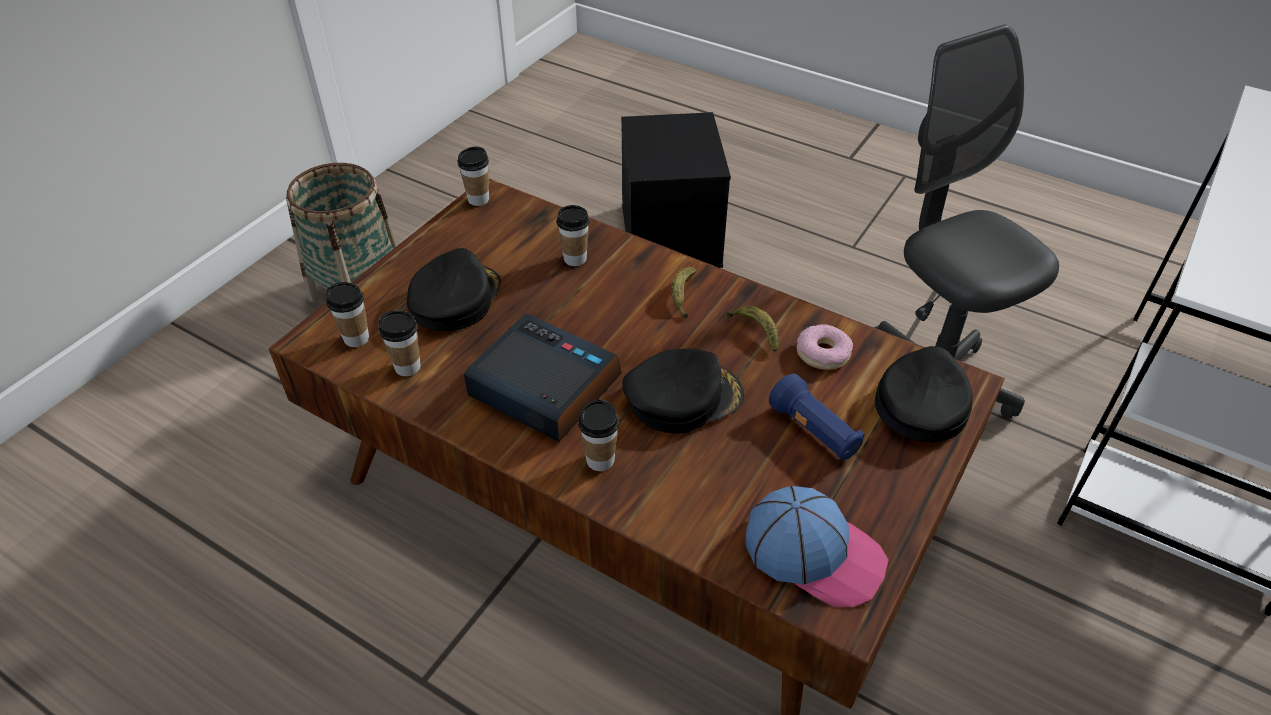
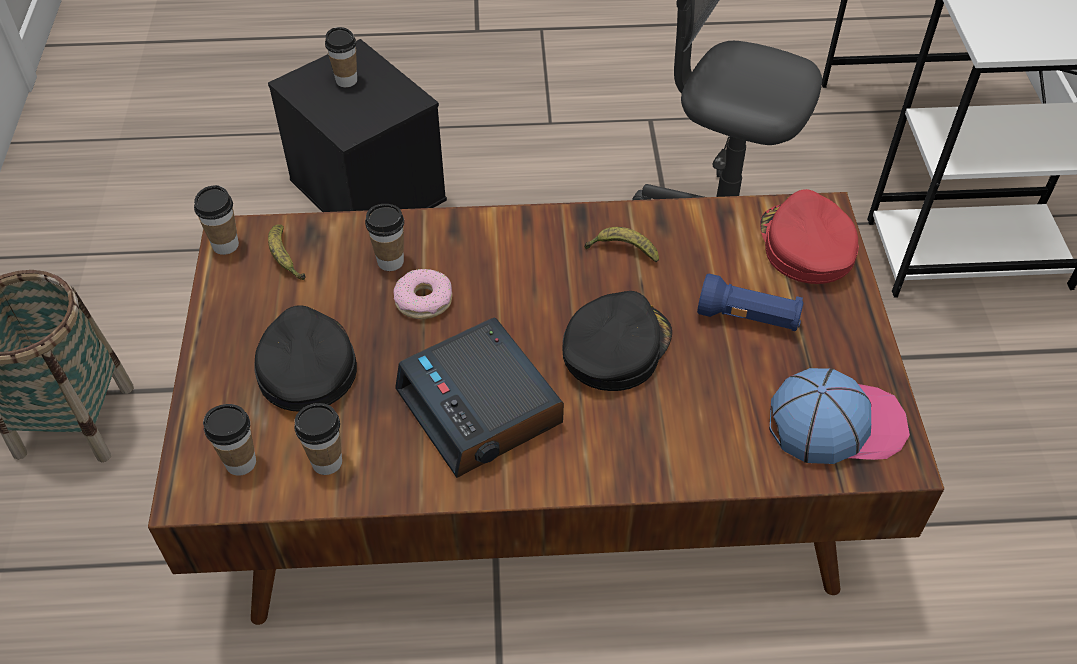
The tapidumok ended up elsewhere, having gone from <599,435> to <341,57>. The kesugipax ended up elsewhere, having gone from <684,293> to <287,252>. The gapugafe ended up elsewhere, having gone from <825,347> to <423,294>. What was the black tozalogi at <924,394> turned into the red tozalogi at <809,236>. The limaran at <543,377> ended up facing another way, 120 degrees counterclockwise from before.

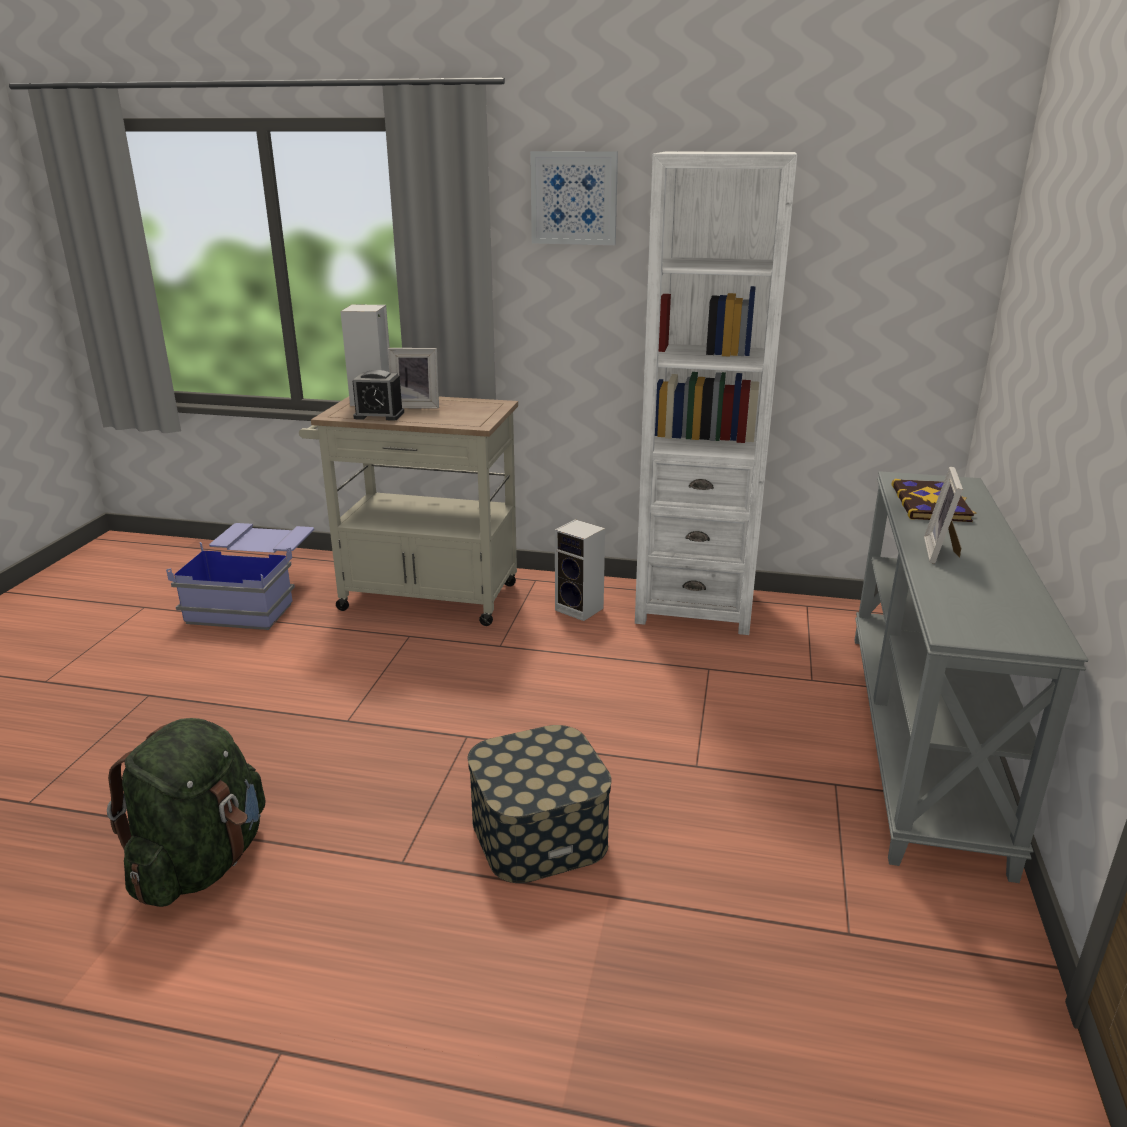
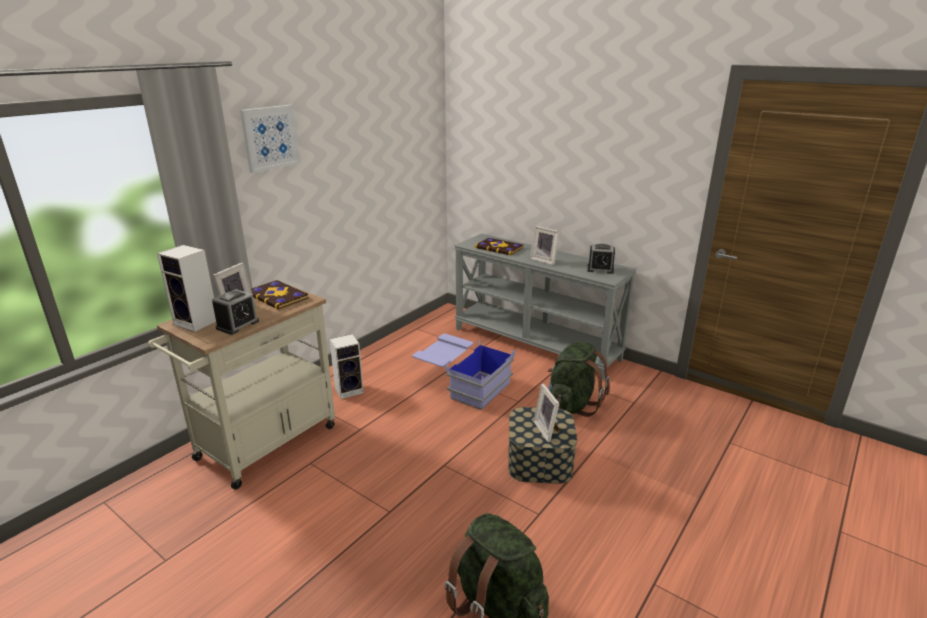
The second view lost the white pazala at <716,393>. The second view gained the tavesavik at <280,295>. The second view gained the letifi at <546,413>. The second view gained the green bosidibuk at <579,379>. The second view gained the limaran at <601,259>. The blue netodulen ended up elsewhere, having gone from <240,576> to <463,372>.

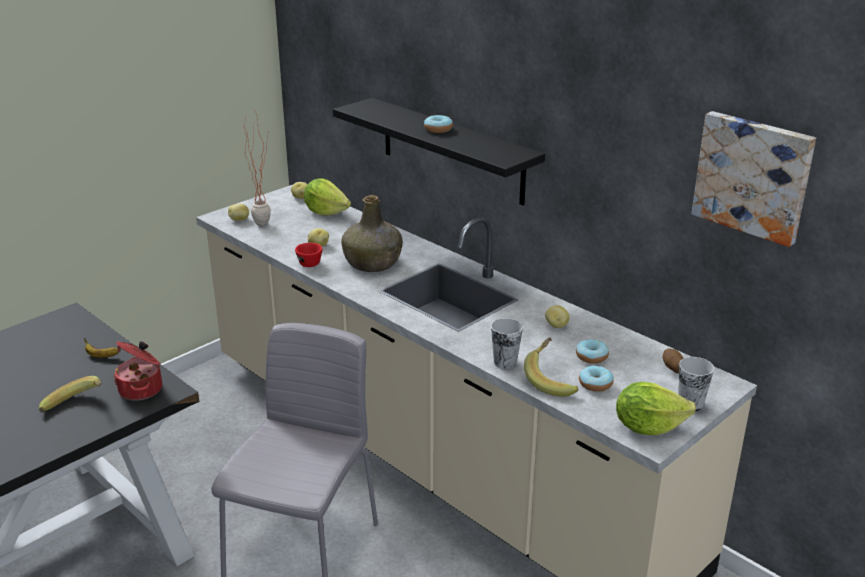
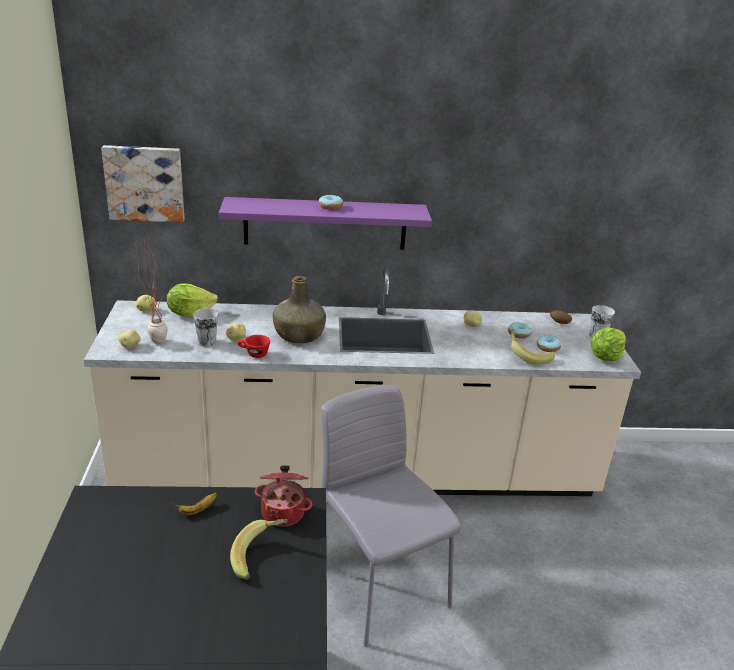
The tapidumok ended up elsewhere, having gone from <507,343> to <205,327>. The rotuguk ended up elsewhere, having gone from <754,179> to <142,183>. What was the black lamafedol at <439,151> turned into the purple lamafedol at <325,223>.

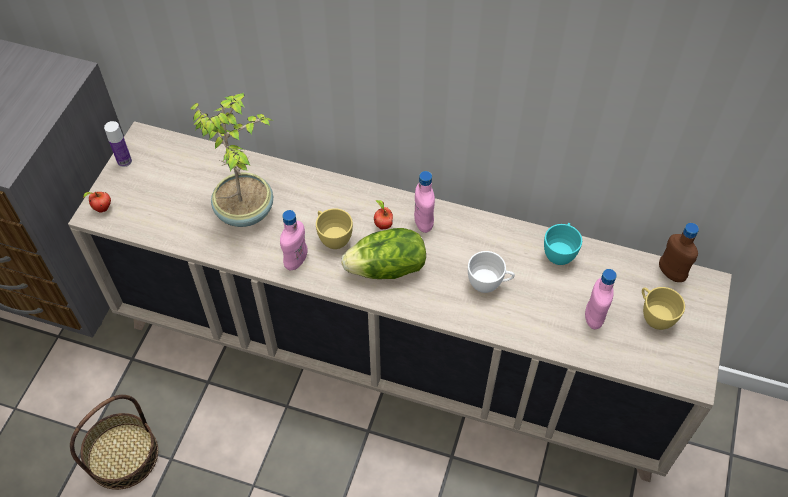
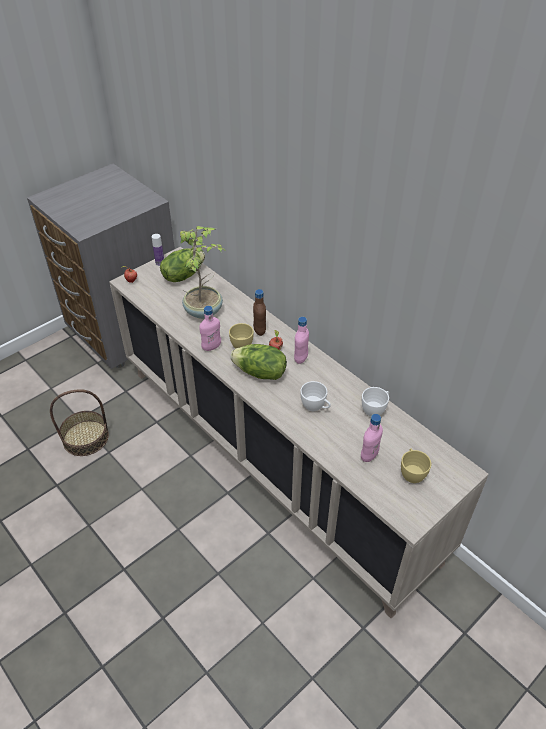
The second view gained the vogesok at <182,265>. The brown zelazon ended up elsewhere, having gone from <679,252> to <259,312>. What was the turquoise tapidumok at <563,244> turned into the white tapidumok at <375,402>.

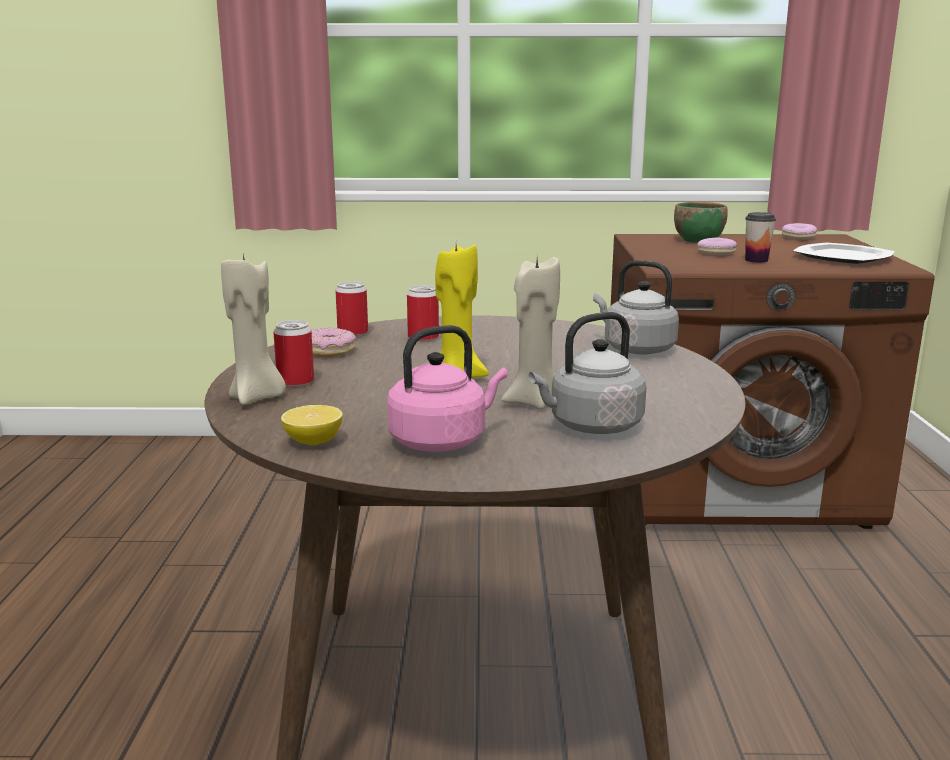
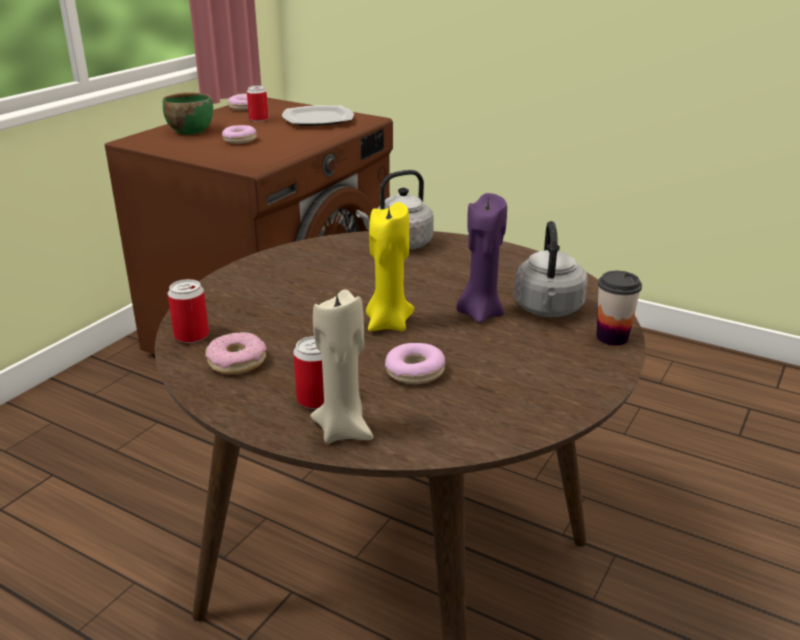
The second view lost the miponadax at <312,425>. The second view lost the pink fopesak at <447,388>. The second view gained the gapugafe at <415,363>. The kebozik ended up elsewhere, having gone from <423,313> to <258,104>. The tapidumok ended up elsewhere, having gone from <760,237> to <619,308>. What was the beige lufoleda at <530,333> turned into the purple lufoleda at <481,258>.

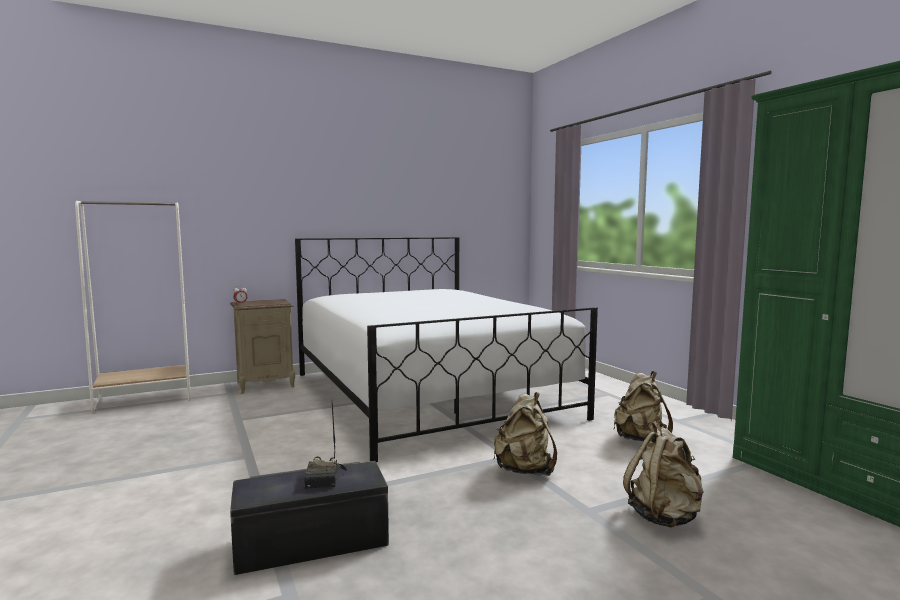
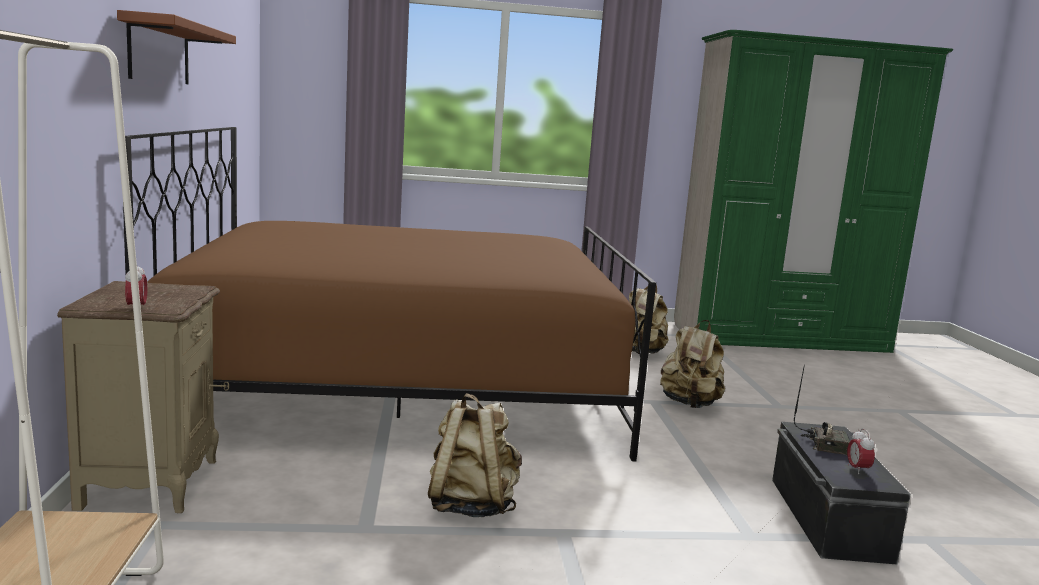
The second view gained the brown lamafedol at <176,47>. The second view gained the limaran at <861,451>. The beige bosidibuk ended up elsewhere, having gone from <663,474> to <475,455>. What was the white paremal at <446,349> turned into the brown paremal at <389,294>.

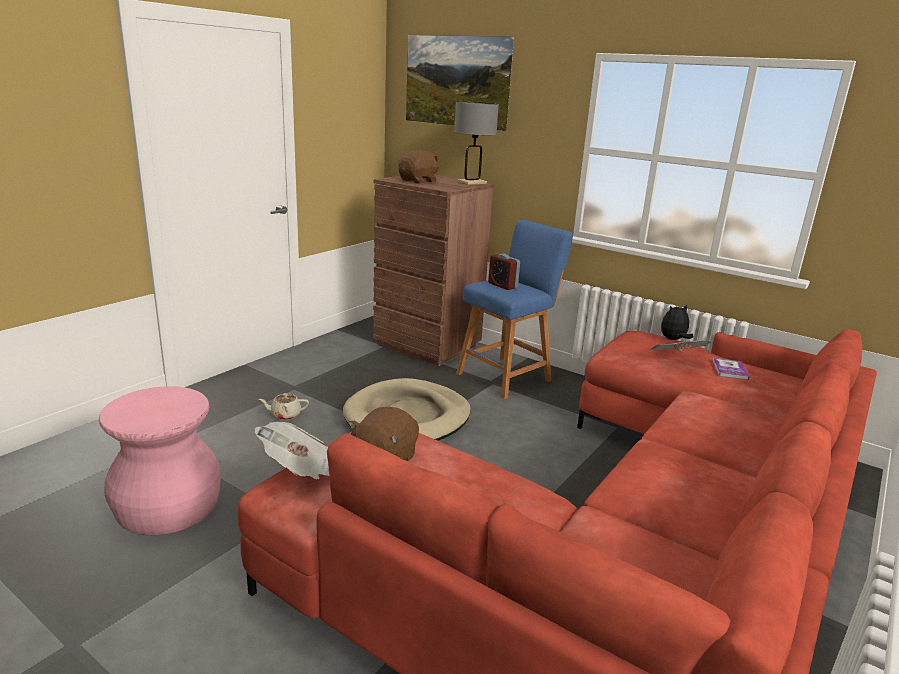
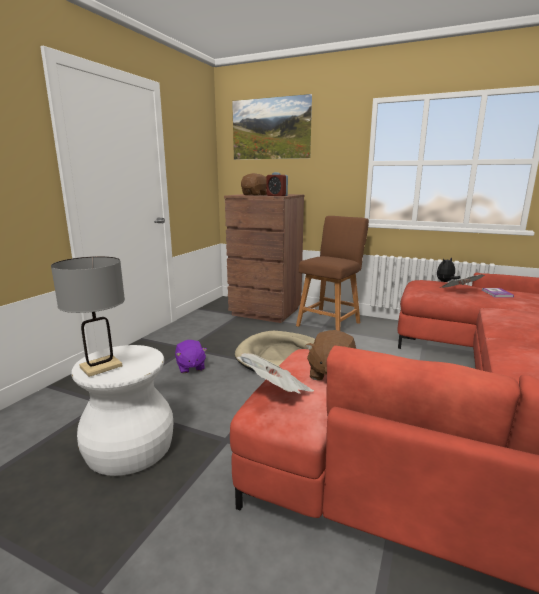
The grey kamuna ended up elsewhere, having gone from <476,143> to <88,316>. The limaran ended up elsewhere, having gone from <504,272> to <277,184>. Where the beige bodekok stood at <284,406>, the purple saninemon came to stand at <191,356>. What was the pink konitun at <160,460> turned into the white konitun at <122,410>. What was the blue konitun at <514,309> turned into the brown konitun at <332,273>.

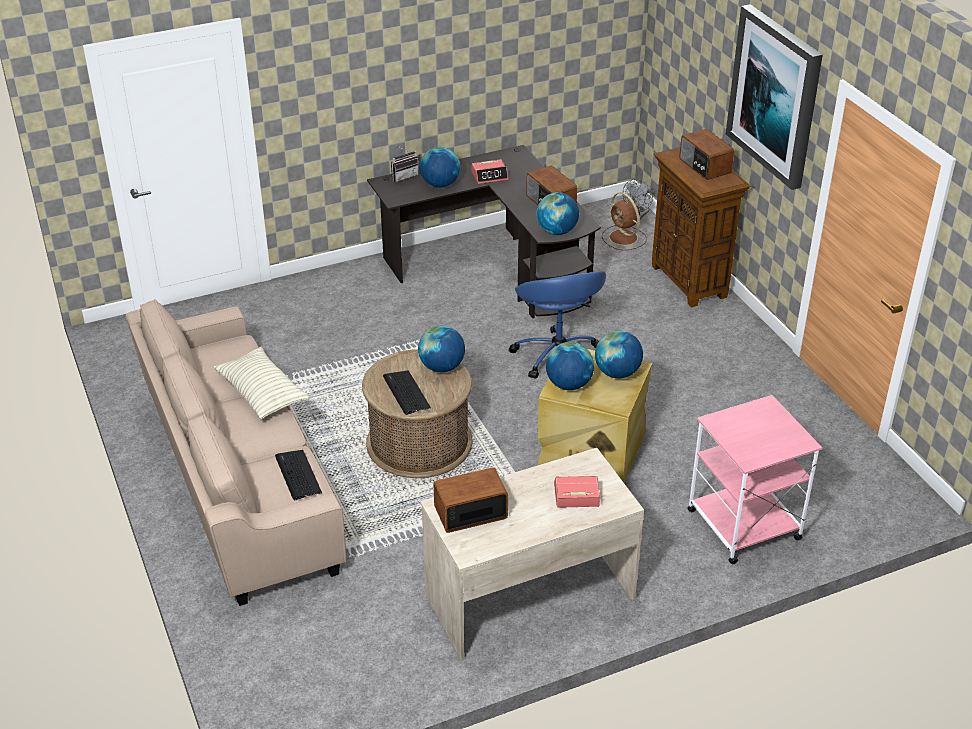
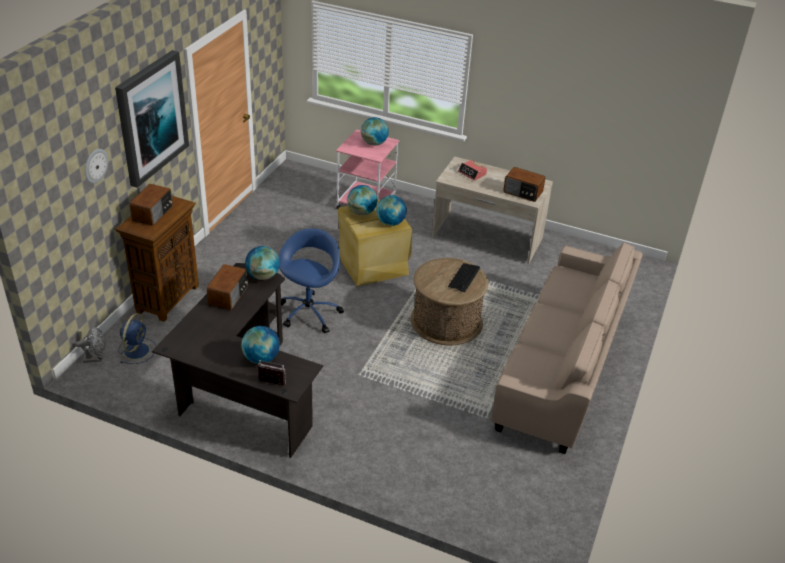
The second view lost the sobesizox at <261,383>. The second view lost the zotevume at <298,475>. The second view lost the limaran at <490,171>. The second view gained the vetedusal at <96,166>. The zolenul ended up elsewhere, having gone from <441,348> to <375,131>. What was the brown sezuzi at <624,221> turned into the blue sezuzi at <137,338>.

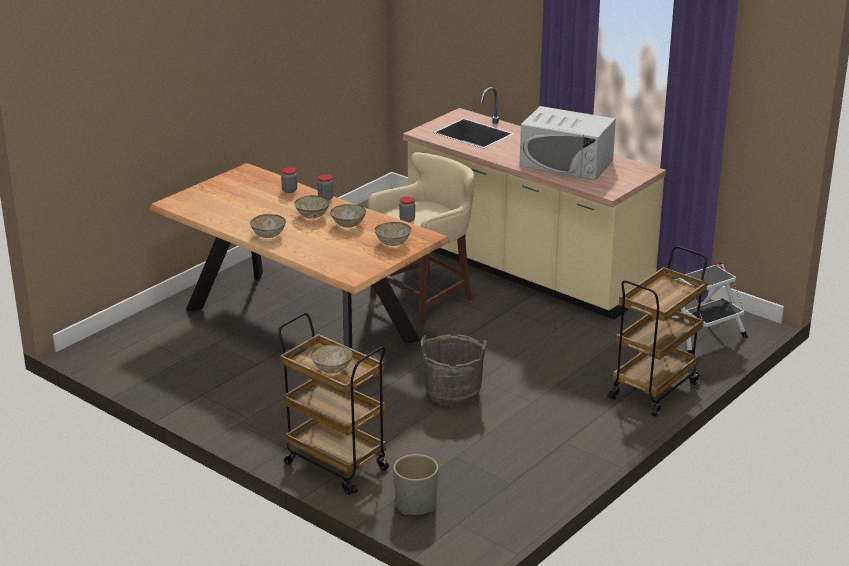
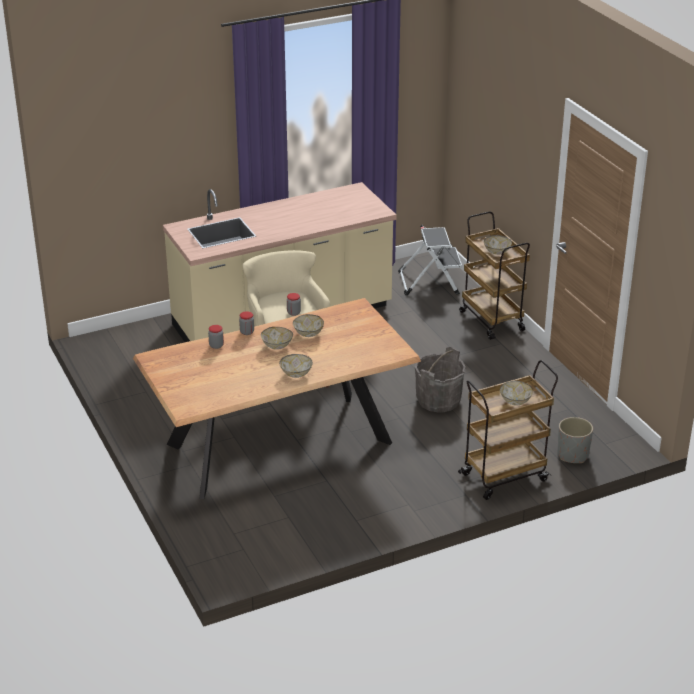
The second view lost the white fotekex at <567,143>. The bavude ended up elsewhere, having gone from <393,234> to <498,245>.

